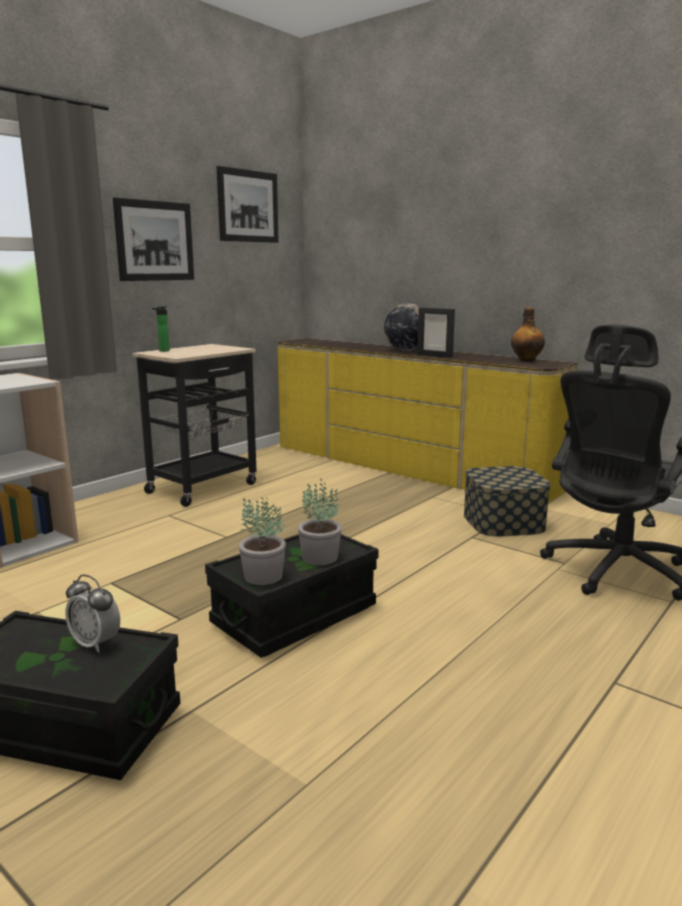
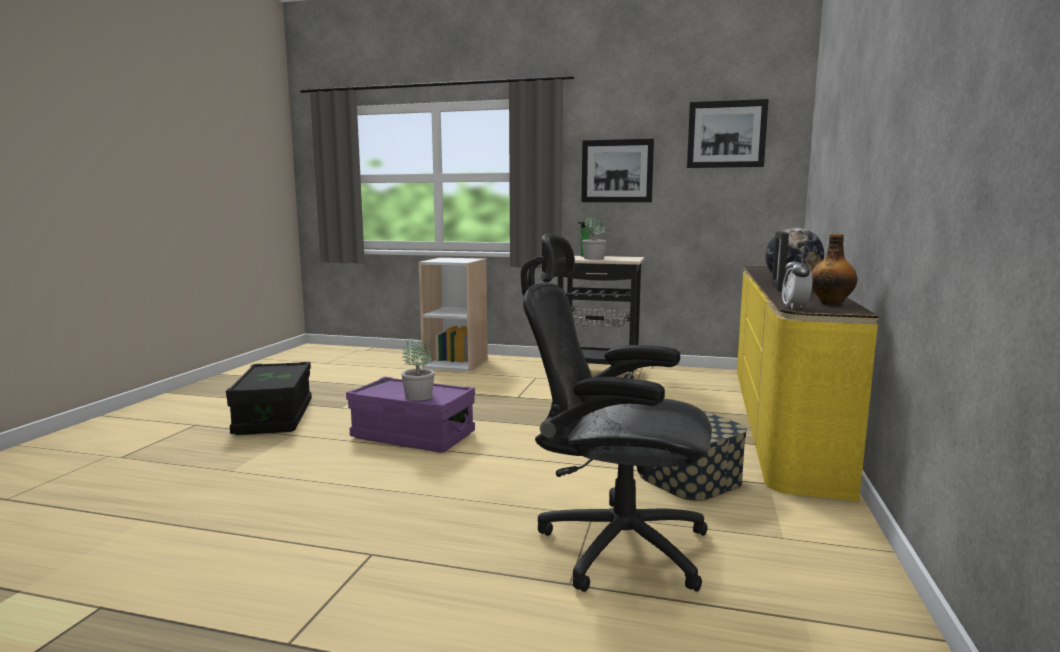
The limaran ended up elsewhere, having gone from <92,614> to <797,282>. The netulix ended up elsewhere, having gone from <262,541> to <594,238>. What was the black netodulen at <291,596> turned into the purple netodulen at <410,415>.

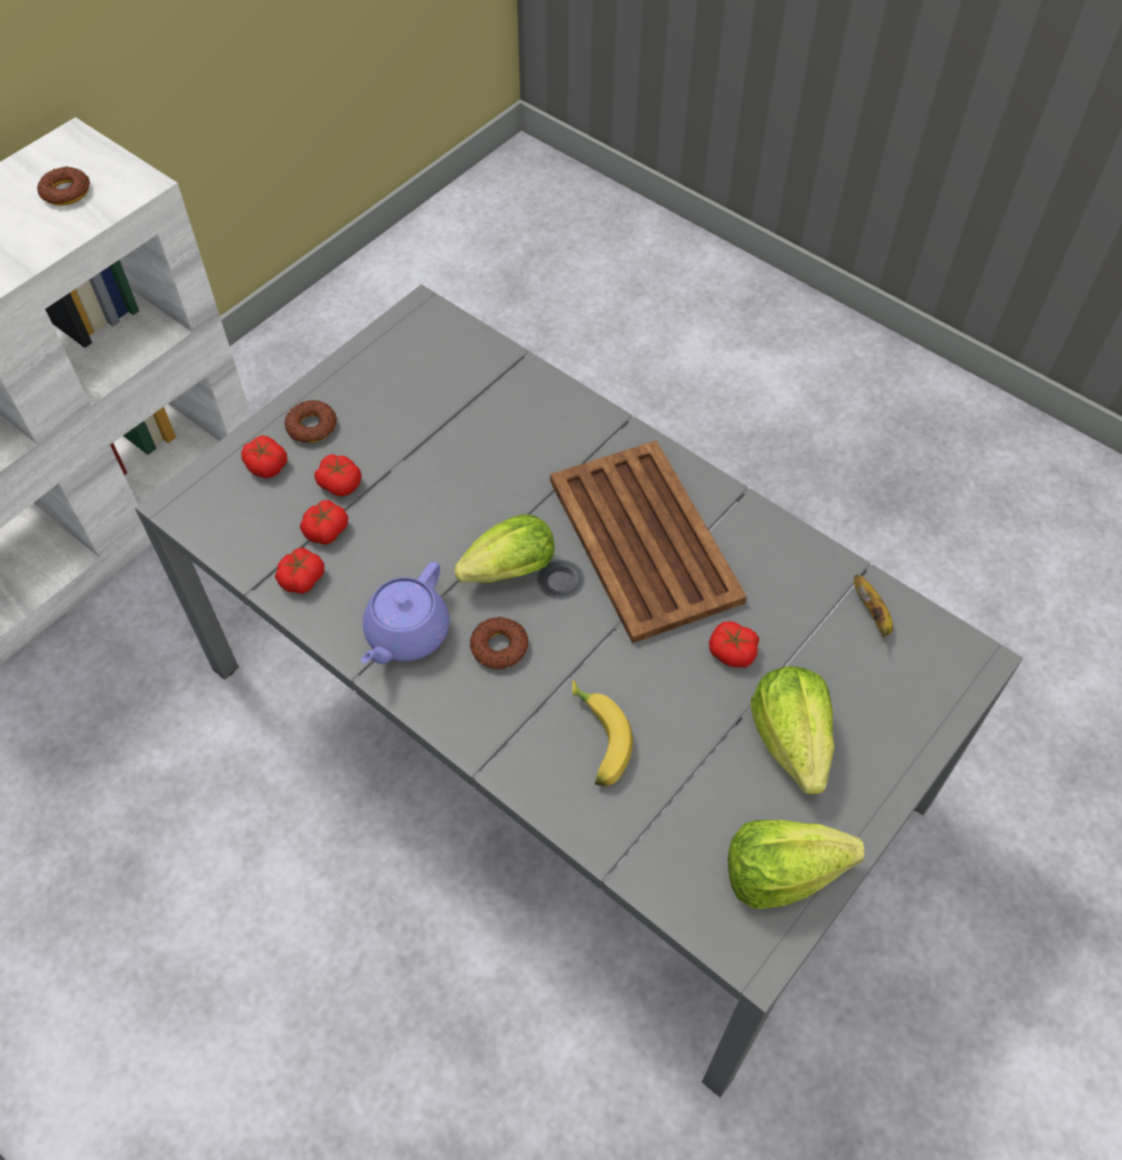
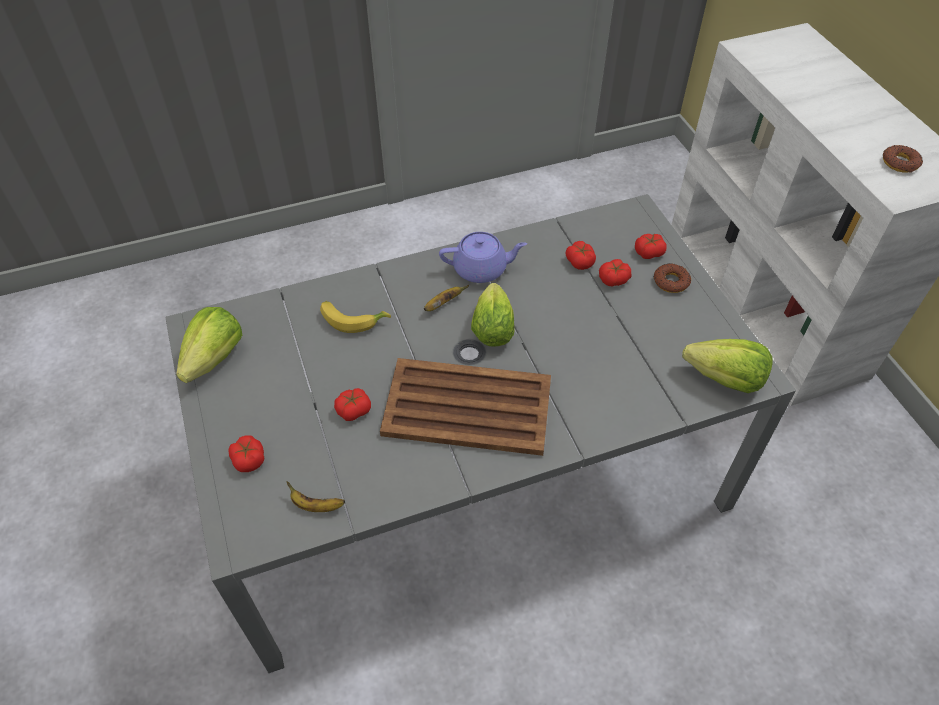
The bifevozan ended up elsewhere, having gone from <299,571> to <246,453>. The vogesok ended up elsewhere, having gone from <792,730> to <727,366>. Where the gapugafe stood at <499,643>, the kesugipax came to stand at <446,298>. The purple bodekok at <405,613> ended up facing another way, 120 degrees clockwise from before.

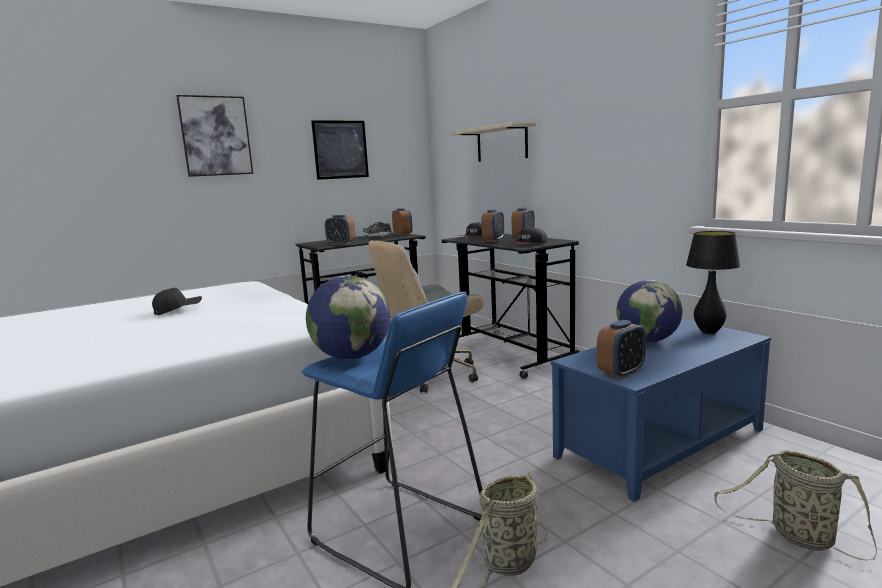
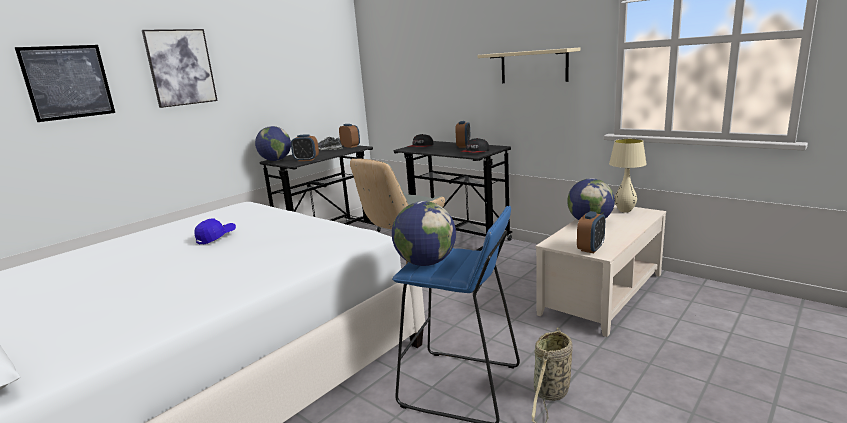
The second view lost the limaran at <492,225>. The second view lost the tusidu at <795,505>. The second view gained the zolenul at <273,143>. The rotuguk ended up elsewhere, having gone from <340,150> to <65,83>. The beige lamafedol ended up elsewhere, having gone from <492,142> to <529,65>. What was the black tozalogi at <177,301> turned into the blue tozalogi at <215,231>. What was the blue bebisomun at <661,410> turned into the beige bebisomun at <601,270>. What was the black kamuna at <713,282> turned into the beige kamuna at <628,176>.

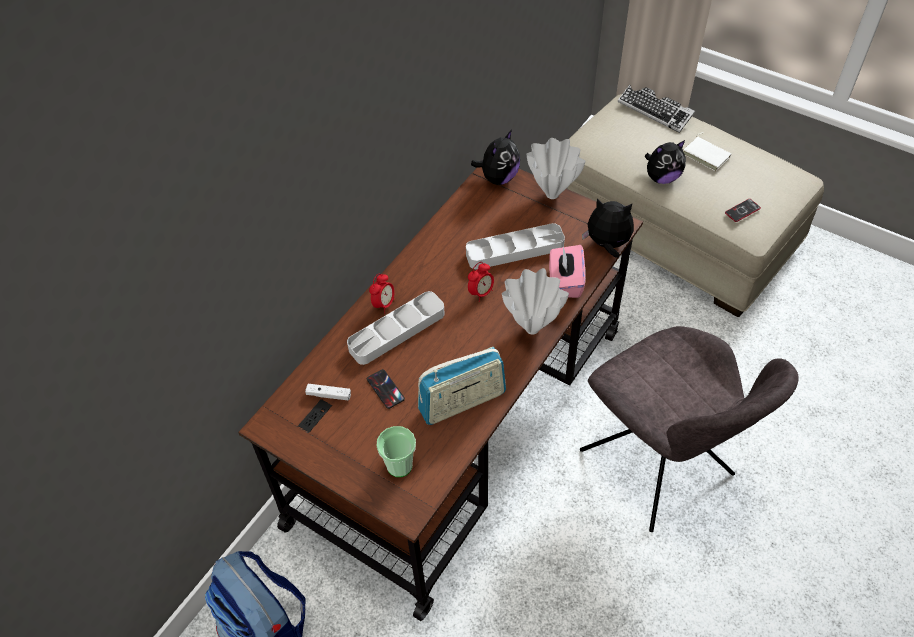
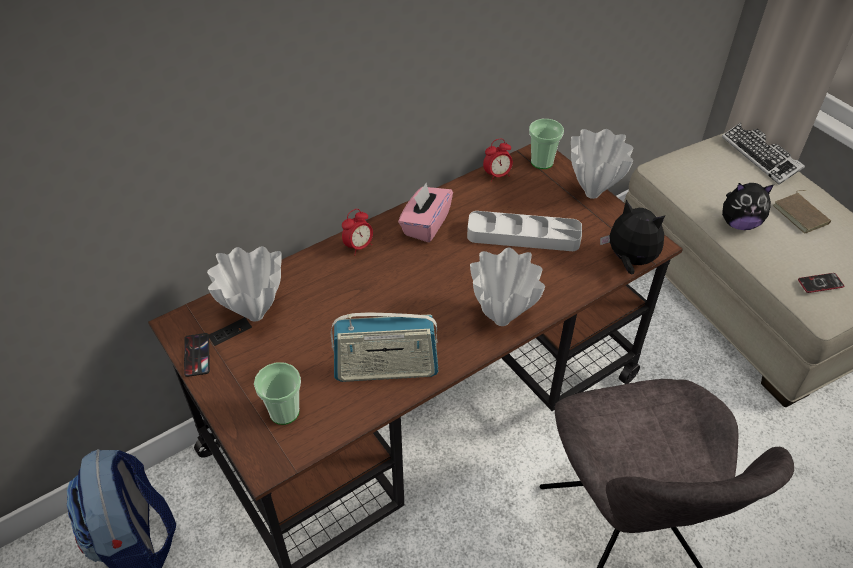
The second view lost the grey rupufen at <396,328>. The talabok ended up elsewhere, having gone from <386,389> to <197,355>. The limaran ended up elsewhere, having gone from <481,282> to <498,160>. The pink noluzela ended up elsewhere, having gone from <567,271> to <425,213>. Where the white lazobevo stood at <328,392>, the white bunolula came to stand at <244,283>. Where the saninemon stood at <495,157>, the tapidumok came to stand at <546,144>. What was the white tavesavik at <707,152> turned into the brown tavesavik at <802,212>.

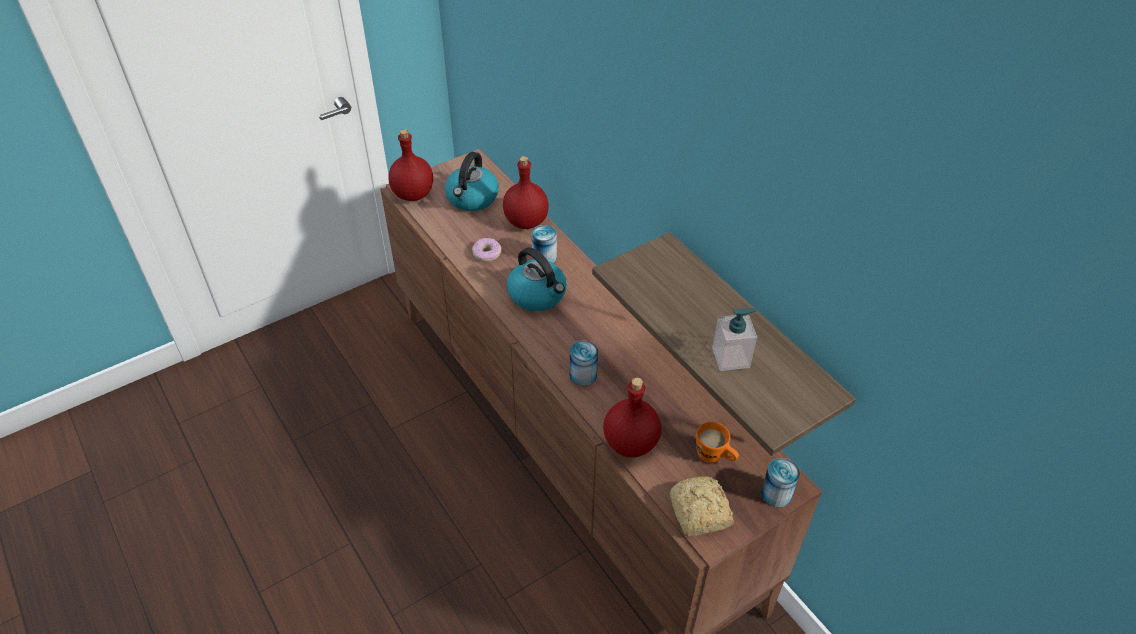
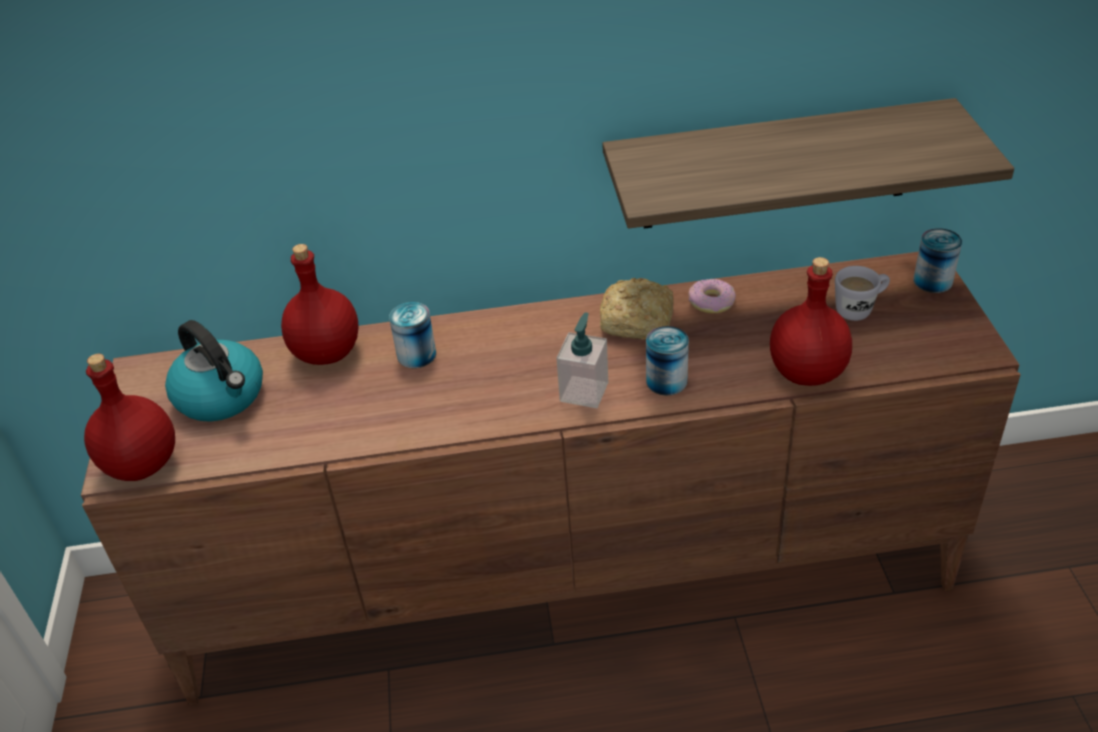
The second view lost the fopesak at <537,279>. The gapugafe ended up elsewhere, having gone from <486,250> to <712,296>. The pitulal ended up elsewhere, having gone from <702,506> to <637,309>. The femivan ended up elsewhere, having gone from <735,339> to <582,360>. What was the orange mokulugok at <717,442> turned into the white mokulugok at <862,293>.

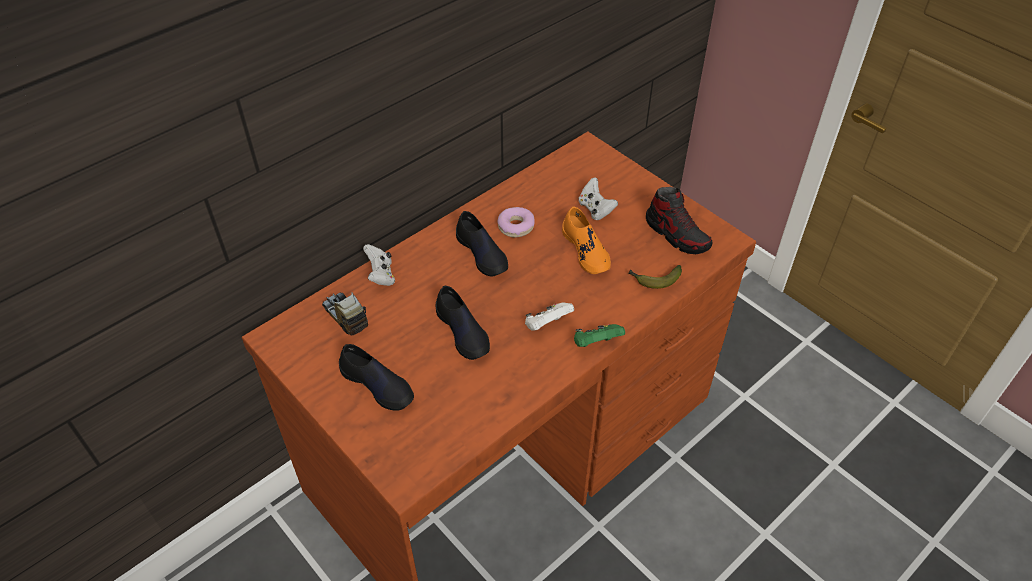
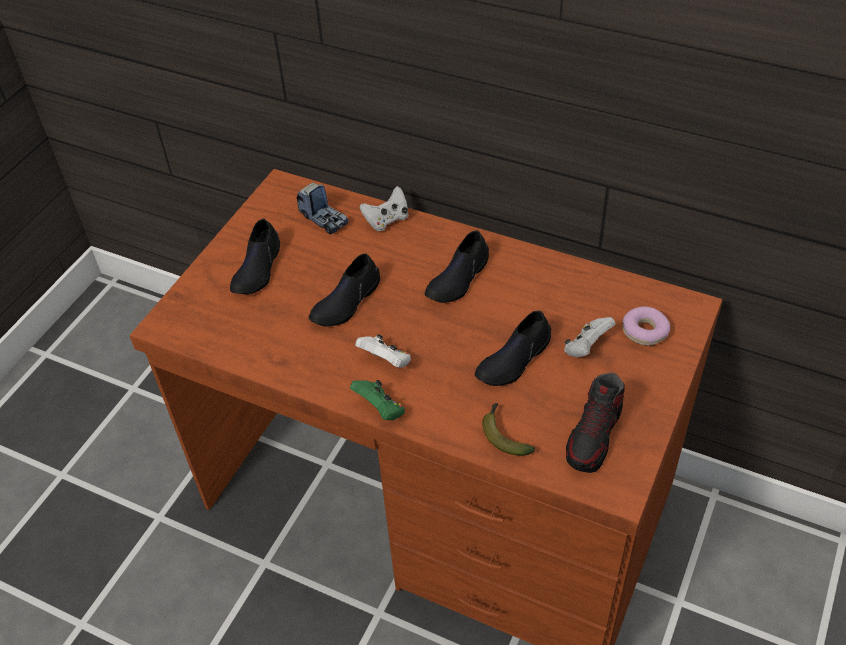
The gapugafe ended up elsewhere, having gone from <516,222> to <646,326>. What was the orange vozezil at <586,240> turned into the black vozezil at <513,348>. The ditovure at <345,313> ended up facing another way, 105 degrees clockwise from before.

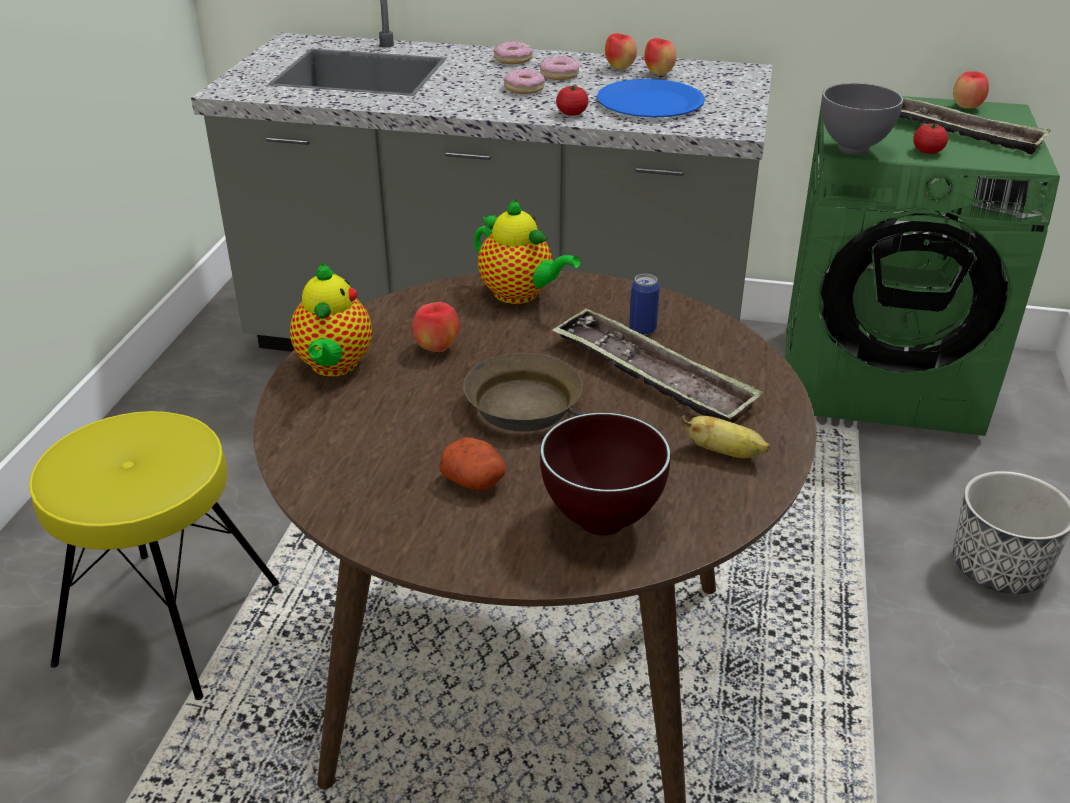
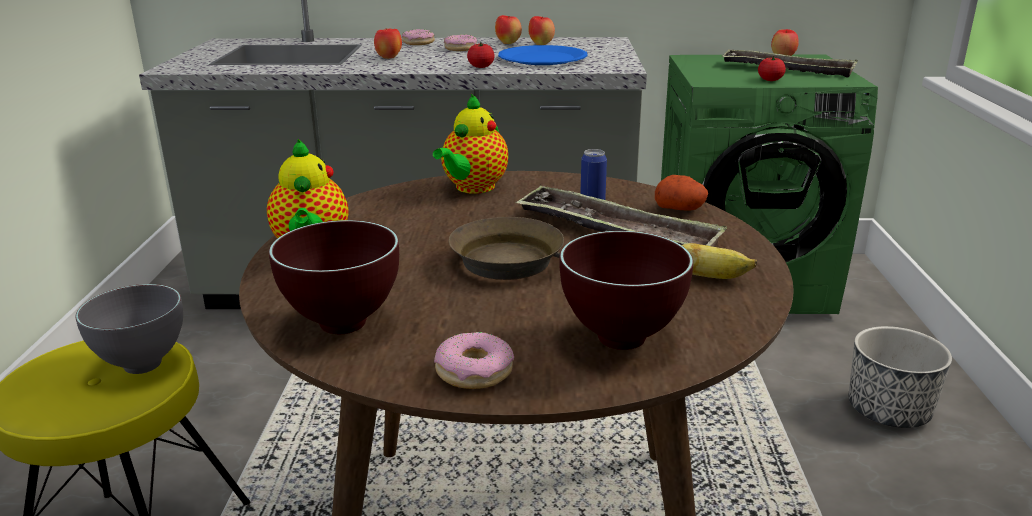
The second view gained the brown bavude at <334,277>. The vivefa ended up elsewhere, having gone from <436,327> to <388,43>. The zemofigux ended up elsewhere, having gone from <473,464> to <681,192>. The gapugafe ended up elsewhere, having gone from <524,81> to <474,360>. The grey bavude ended up elsewhere, having gone from <862,119> to <129,329>. The bodekok at <527,251> ended up facing another way, 90 degrees clockwise from before.

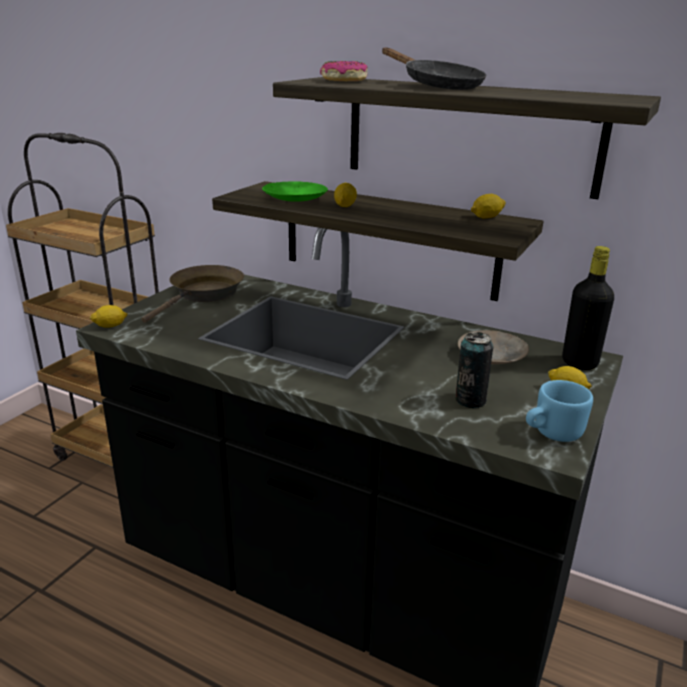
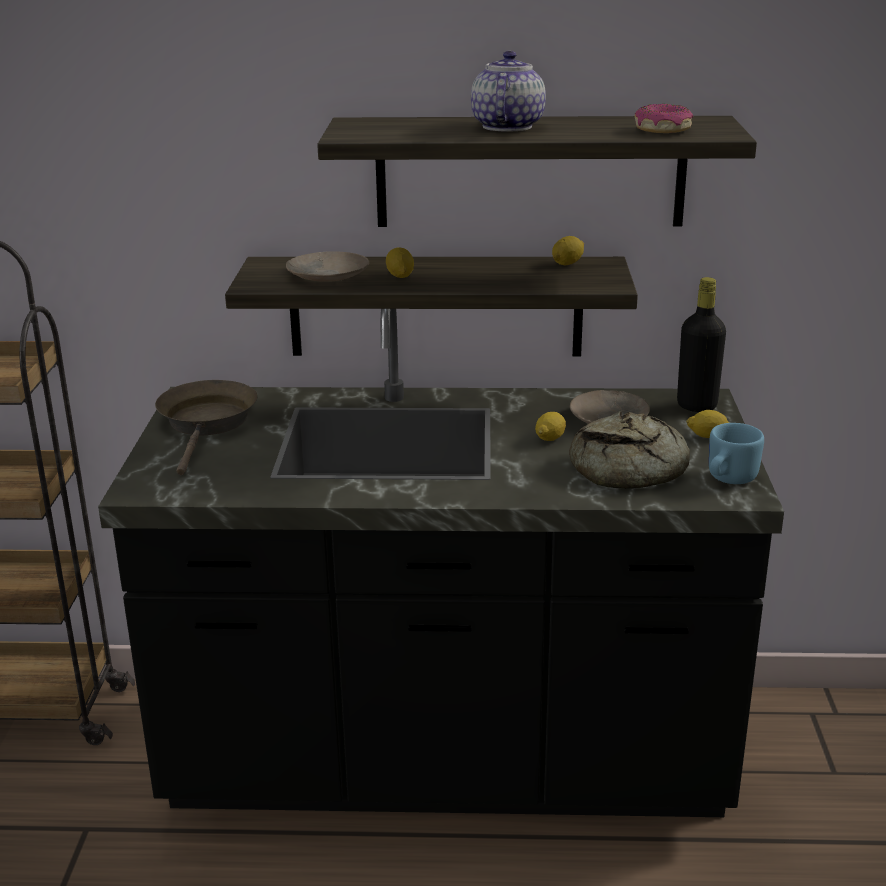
The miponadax ended up elsewhere, having gone from <108,316> to <550,426>. The gapugafe ended up elsewhere, having gone from <344,71> to <663,118>. Where the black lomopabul stood at <434,68>, the bodekok came to stand at <508,91>. Where the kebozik stood at <474,370>, the pitulal came to stand at <629,450>. What was the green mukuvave at <295,192> turned into the beige mukuvave at <327,266>.

